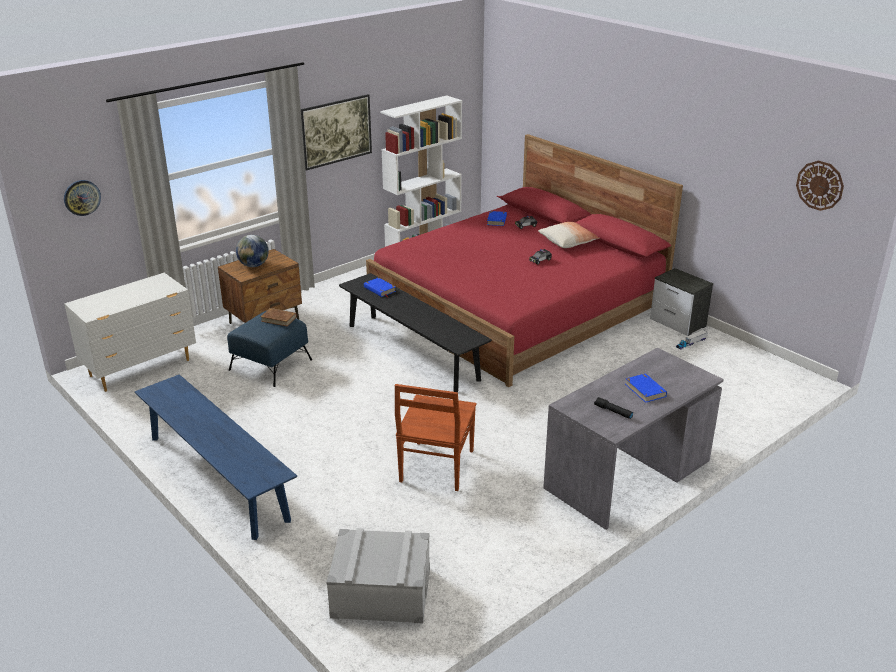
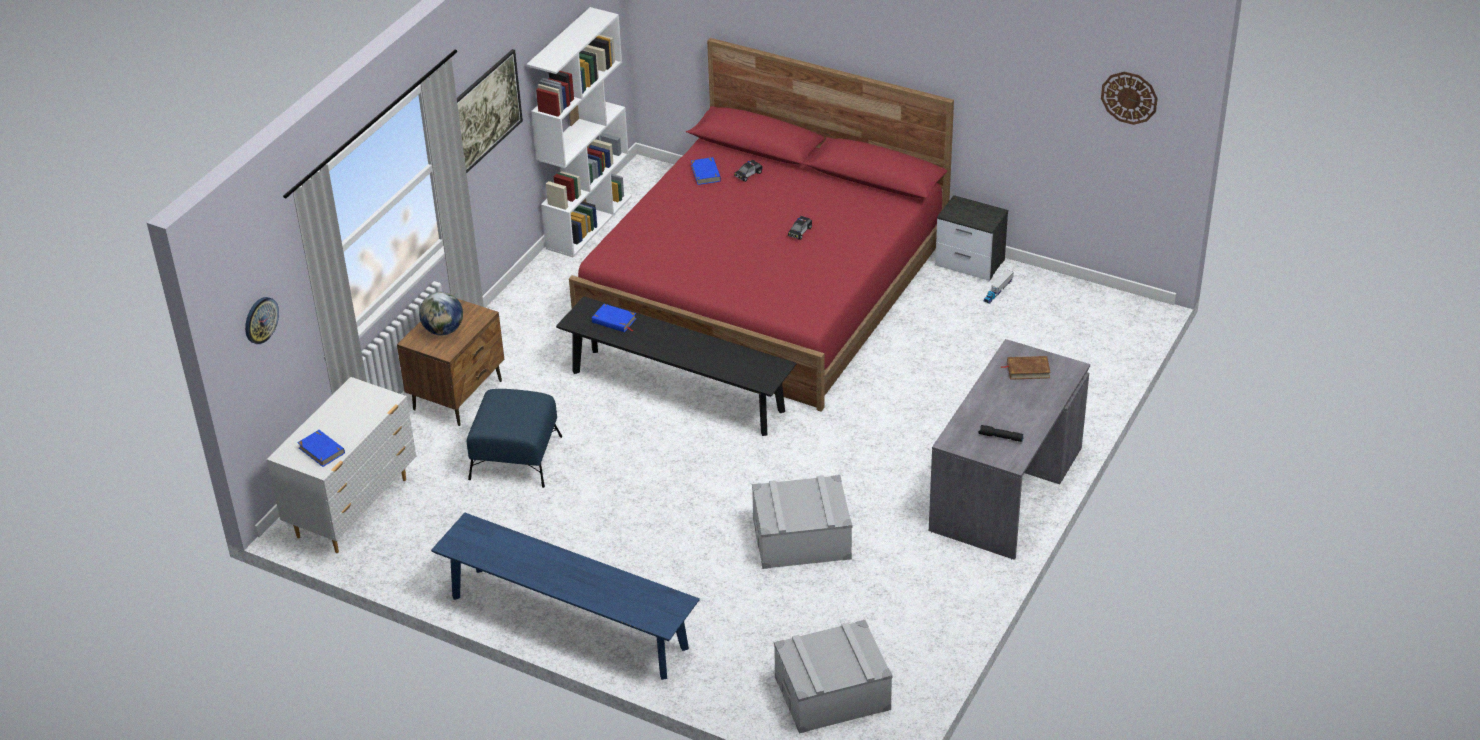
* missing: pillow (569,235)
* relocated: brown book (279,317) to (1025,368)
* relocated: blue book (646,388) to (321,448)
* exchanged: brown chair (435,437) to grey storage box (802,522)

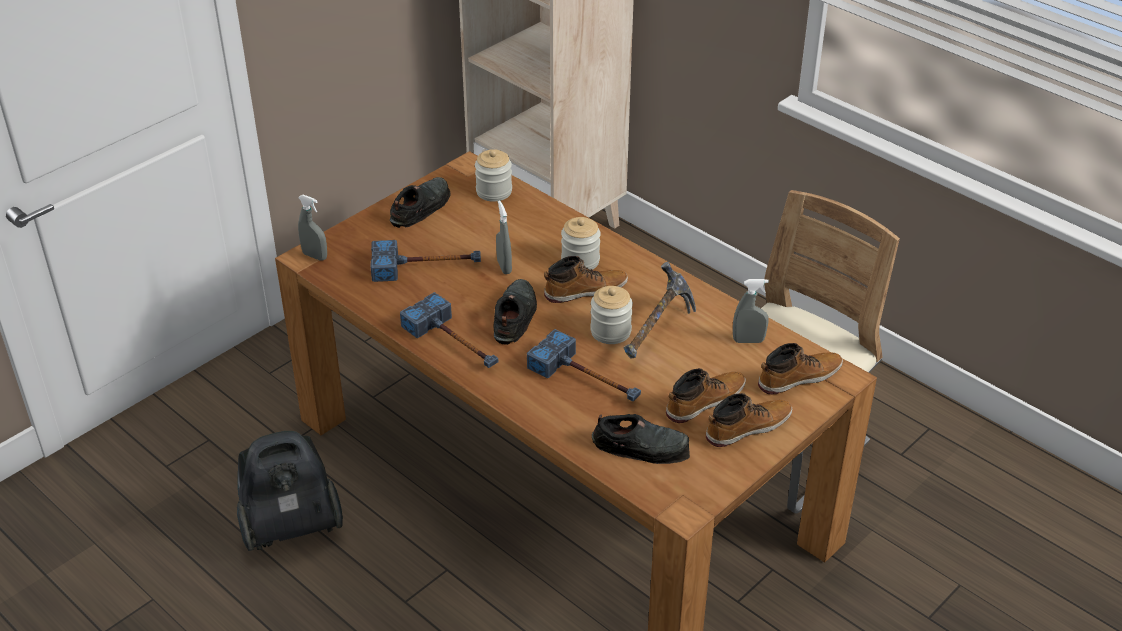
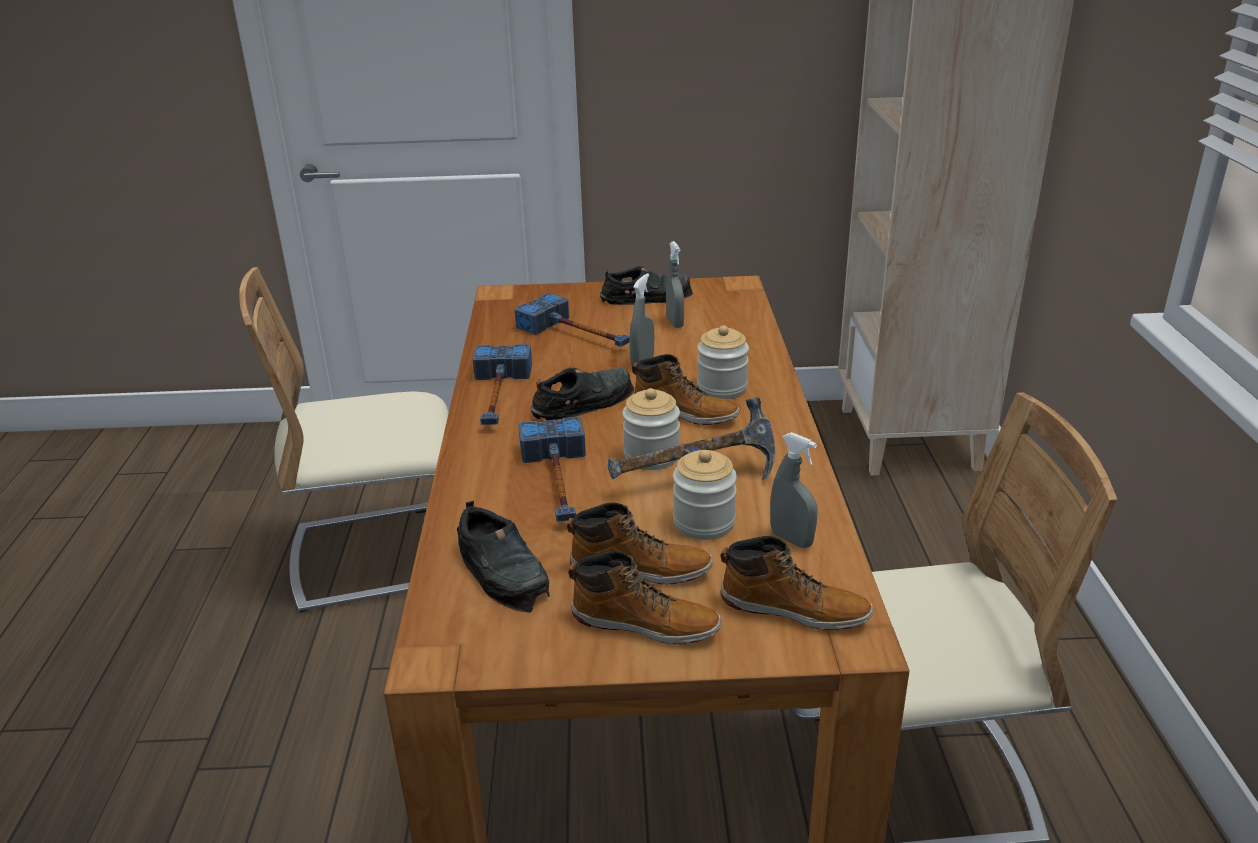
* relocated: grey spray bottle (312,227) to (675,284)
* relocated: jar (493,175) to (705,495)
* exchanged: vacuum cleaner (290,491) to beige chair (344,439)

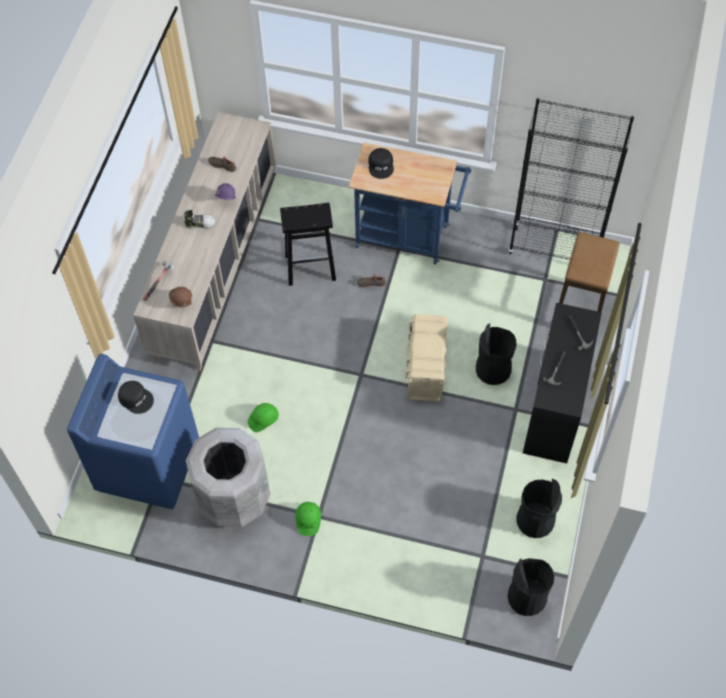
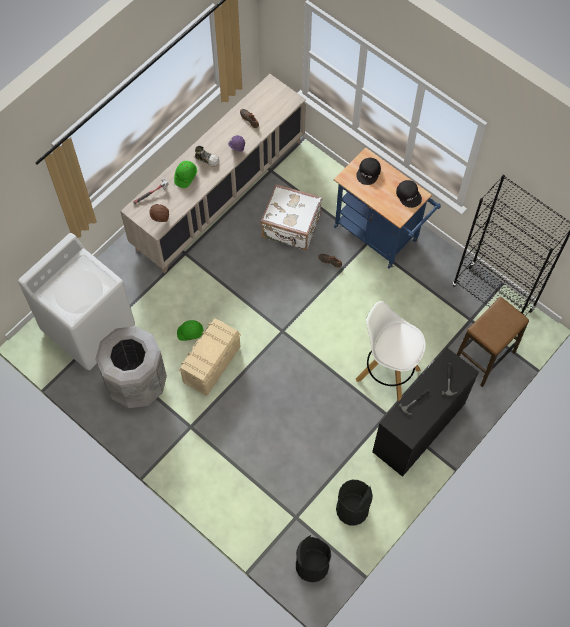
* relocated: black cap (136,397) to (409,194)
* relocated: green hard hat (308,519) to (185,174)
* relocated: beige storage box (427,358) to (210,357)
* exchanged: black stool (308,244) to white suitcase (291,217)
* exchanged: black trash can (496,354) to white stool (391,351)
* colour: blue washing machine (133,431) to white washing machine (76,301)

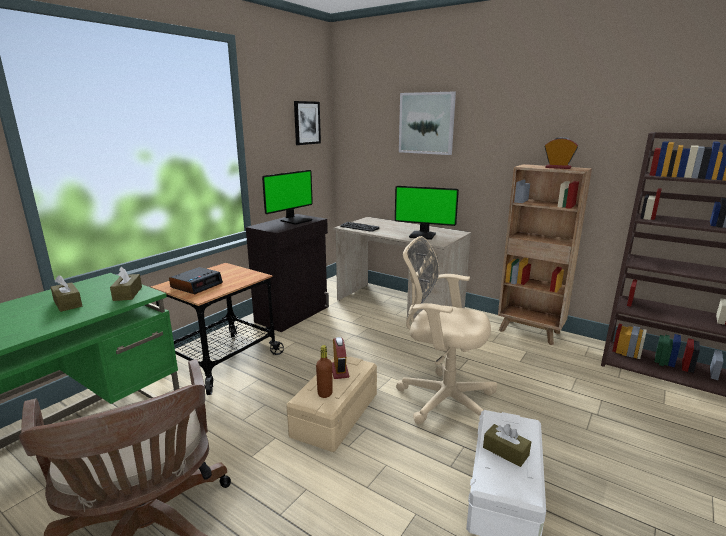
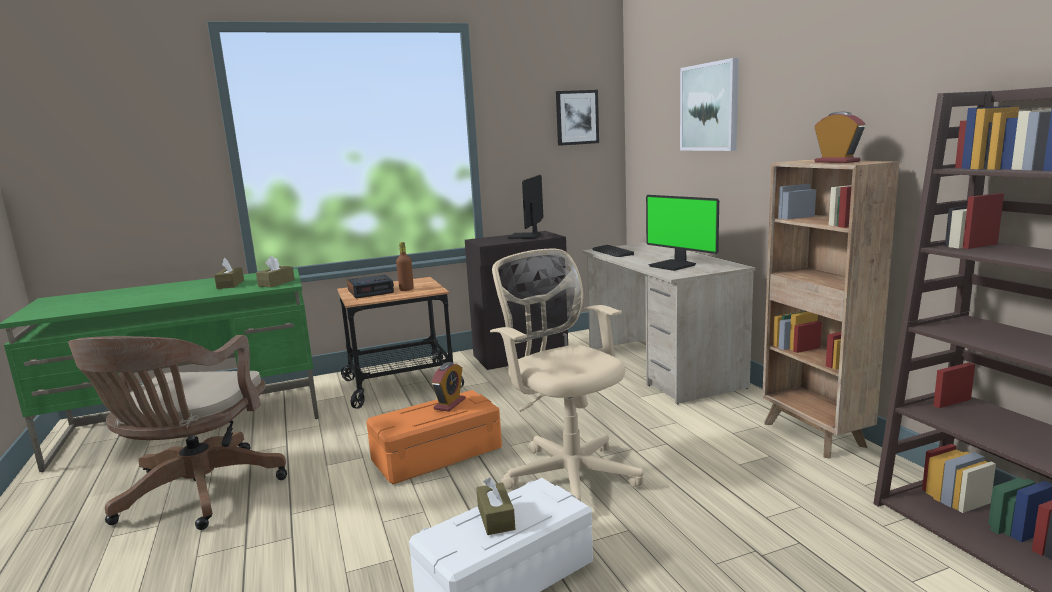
* relocated: brown bottle (324,371) to (405,266)
* colour: beige storage box (331,404) to orange storage box (434,437)
* spun: monitor (287,197) = (525,207) 120 degrees clockwise

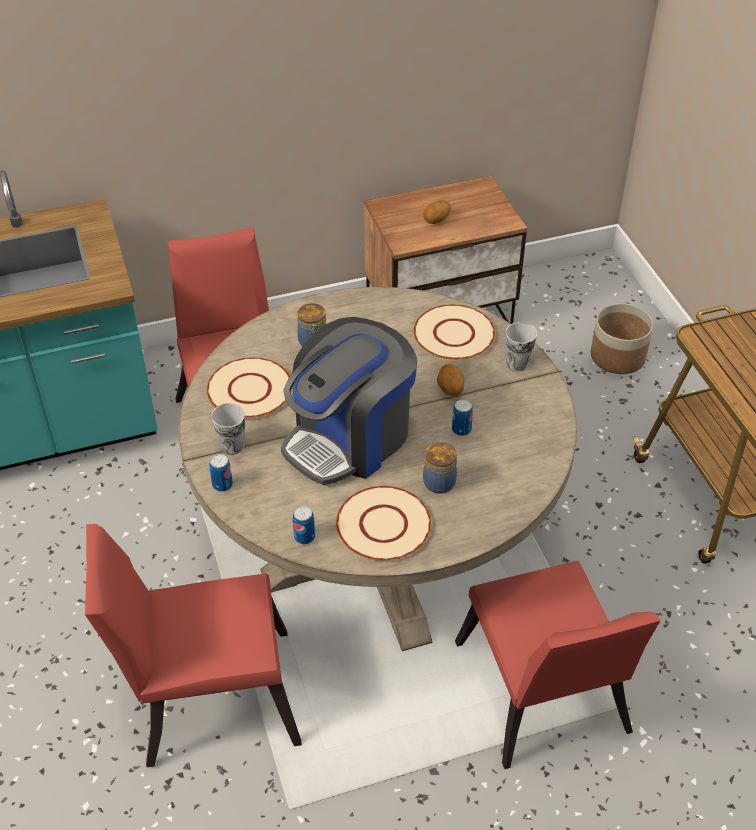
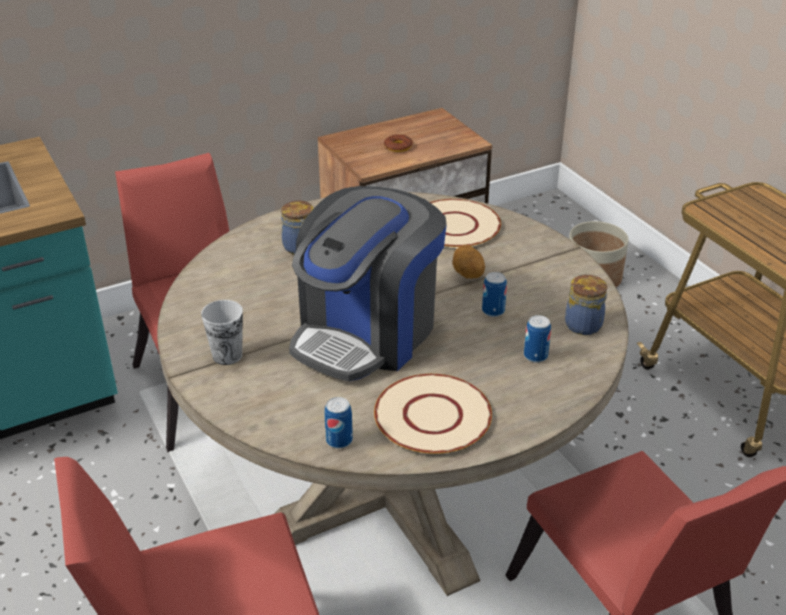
* missing: beige plate (250,387)
* missing: cup (521,347)
* relocated: can (221,473) to (537,339)
* relocated: jar (440,467) to (586,304)
* exchanged: potato (437,212) to donut (398,143)

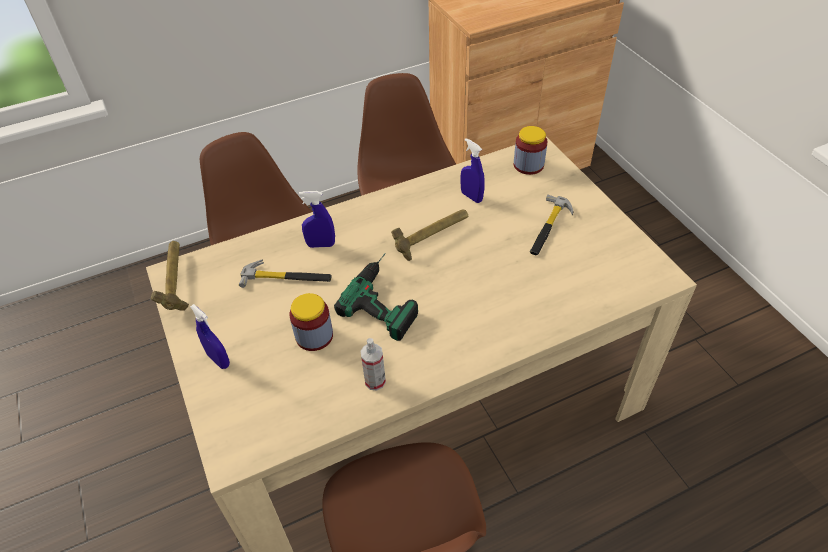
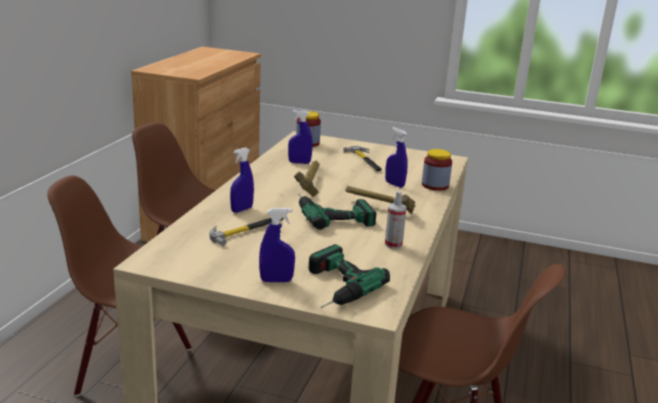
* appeared: power drill (349,276)
* appeared: blue spray bottle (396,157)
* relocated: hammer (170,276) to (380,200)
* relocated: jar (311,322) to (437,170)

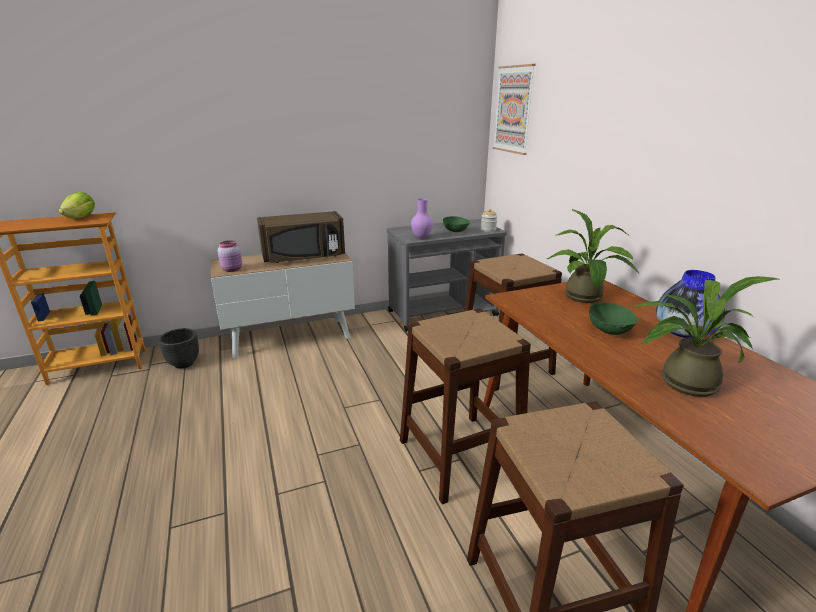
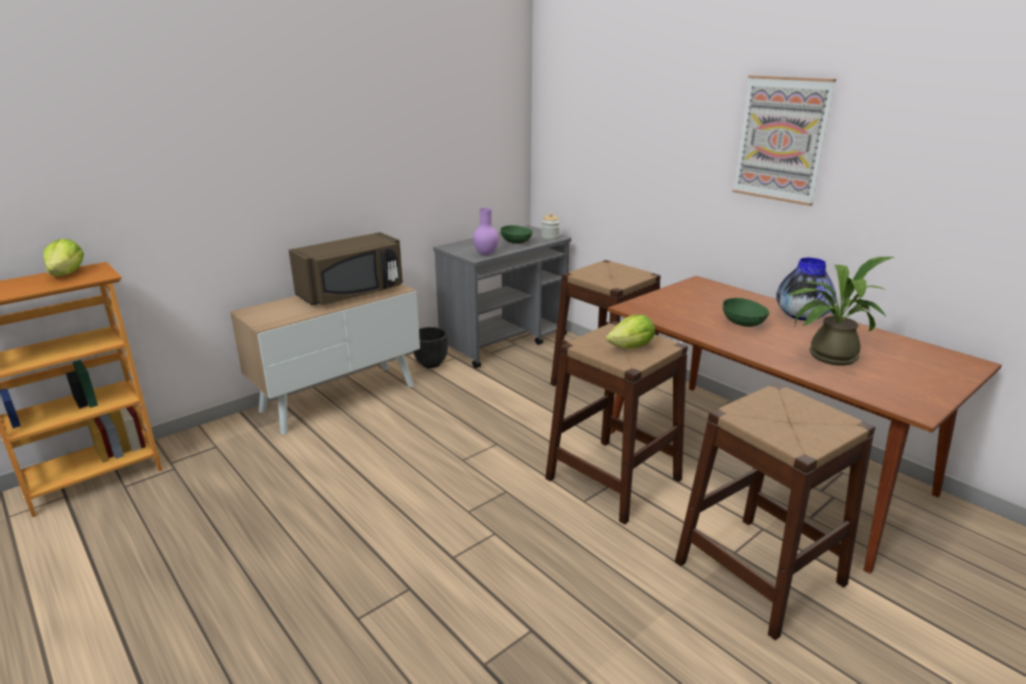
* missing: pink jar (230,256)
* missing: potted plant (593,256)
* appeared: lettuce (630,332)
* relocated: black planter (178,348) to (430,347)
* relocated: picture (514,109) to (784,140)

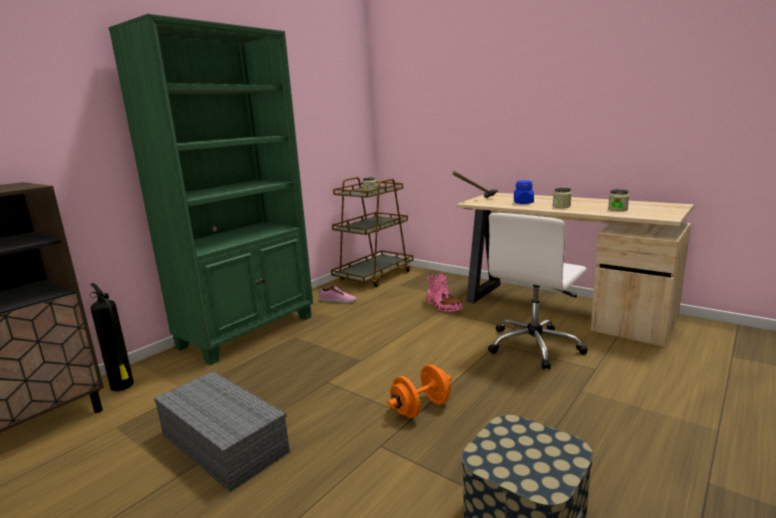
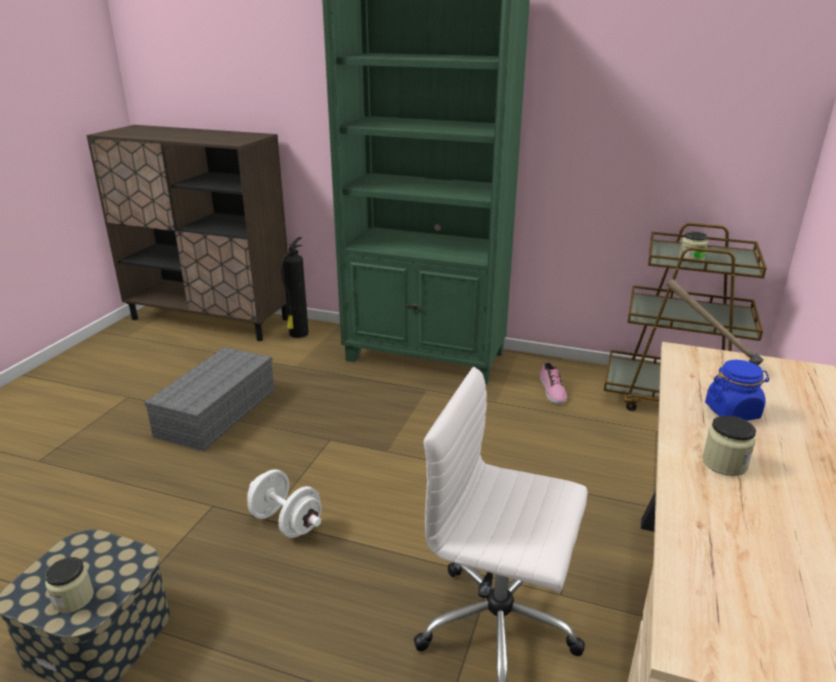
* missing: pink boot (444,292)
* relocated: jar (618,200) to (69,585)
* colour: orange dumbbell (419,391) to white dumbbell (284,503)

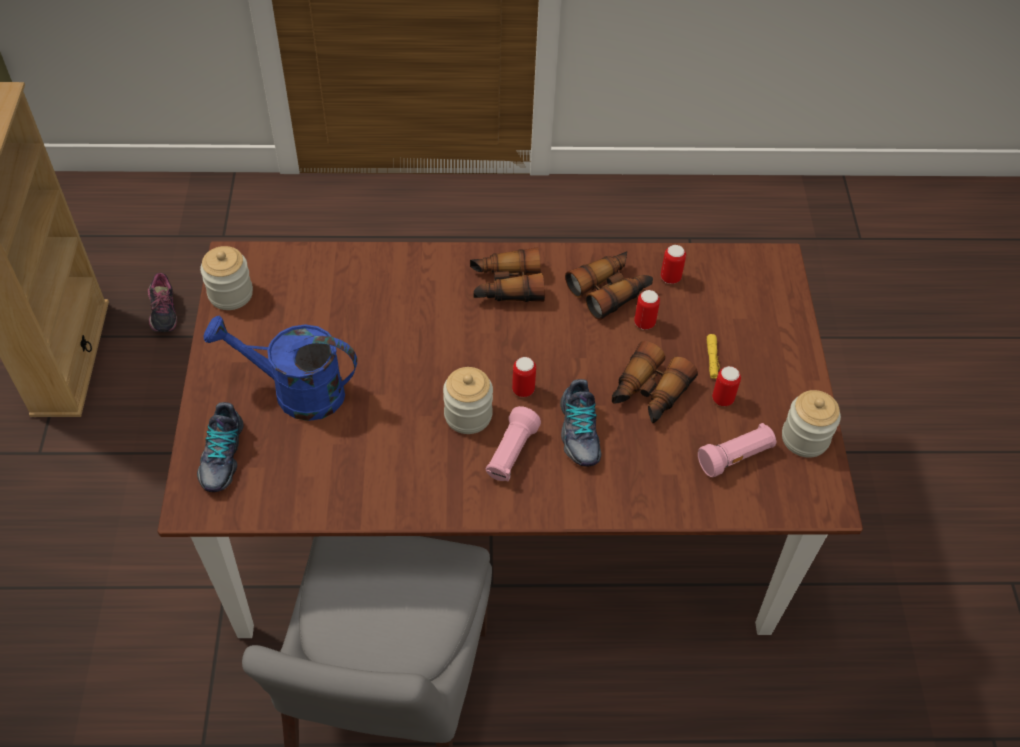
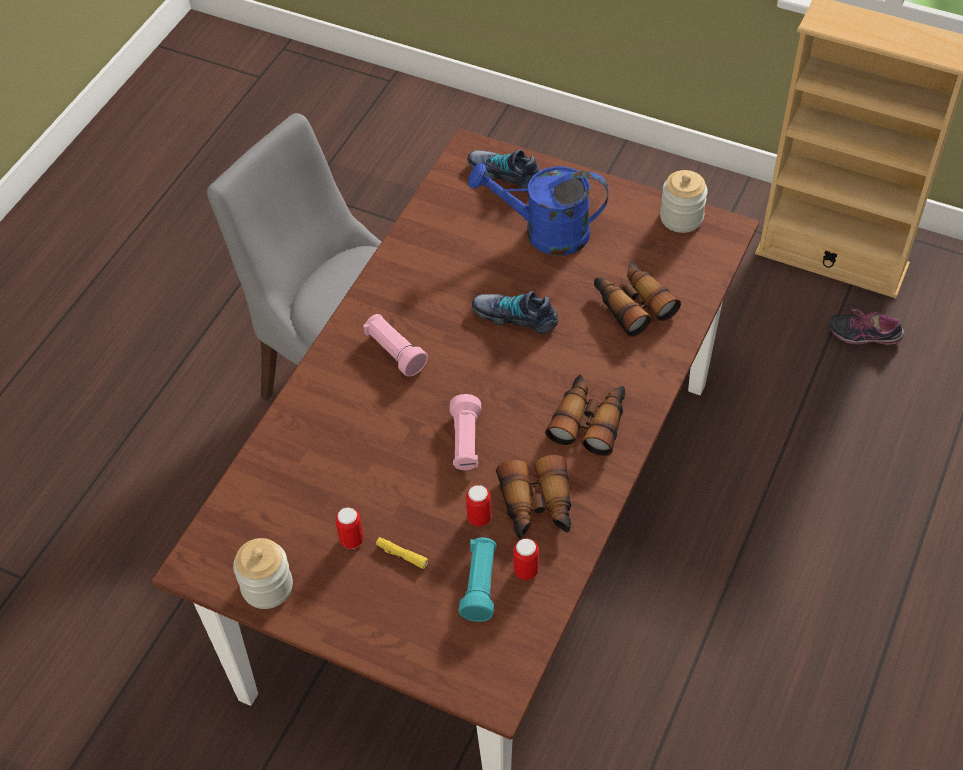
* missing: jar (468,400)
* missing: can (524,377)
* appeared: turquoise flashlight (478,579)
* relocated: shoe (581,423) to (515,312)
* relocated: binoculars (655,382) to (637,299)
* relocated: pink flashlight (737,450) to (465,432)
* spun: blue watering can (280,368) = (538,209) 120 degrees counterclockwise

